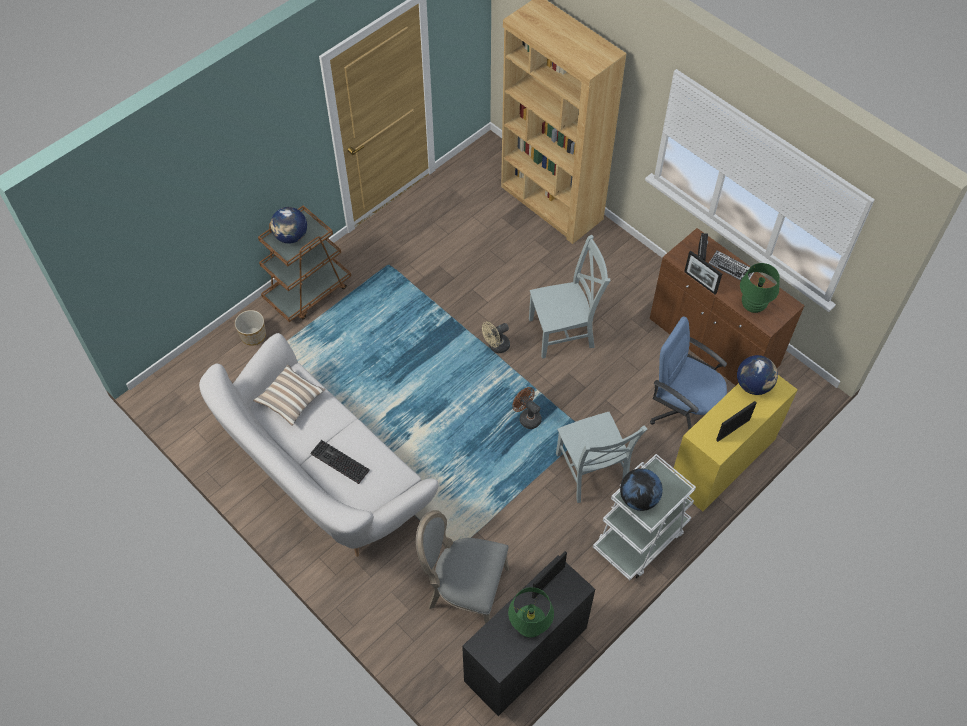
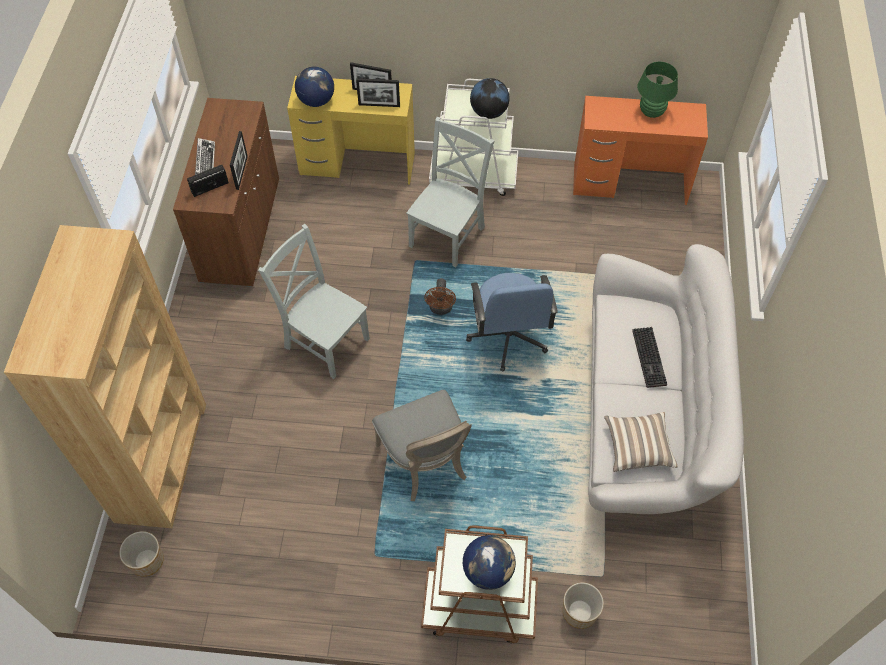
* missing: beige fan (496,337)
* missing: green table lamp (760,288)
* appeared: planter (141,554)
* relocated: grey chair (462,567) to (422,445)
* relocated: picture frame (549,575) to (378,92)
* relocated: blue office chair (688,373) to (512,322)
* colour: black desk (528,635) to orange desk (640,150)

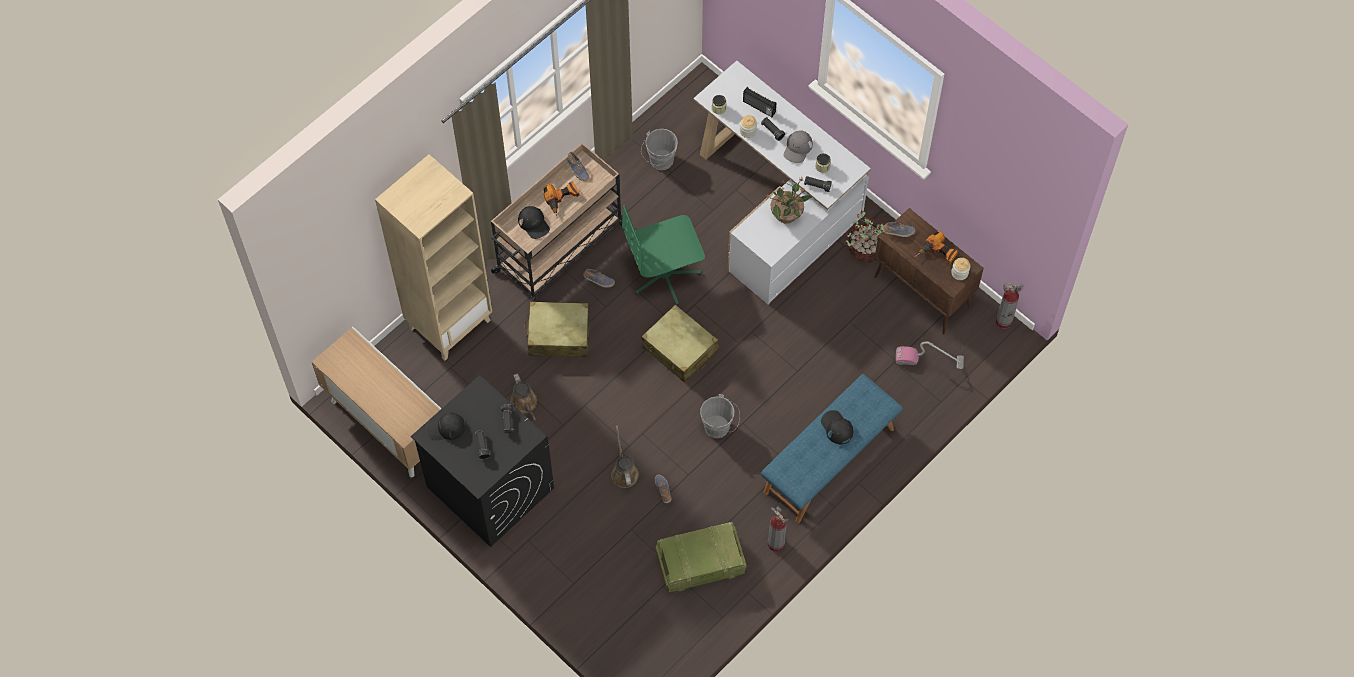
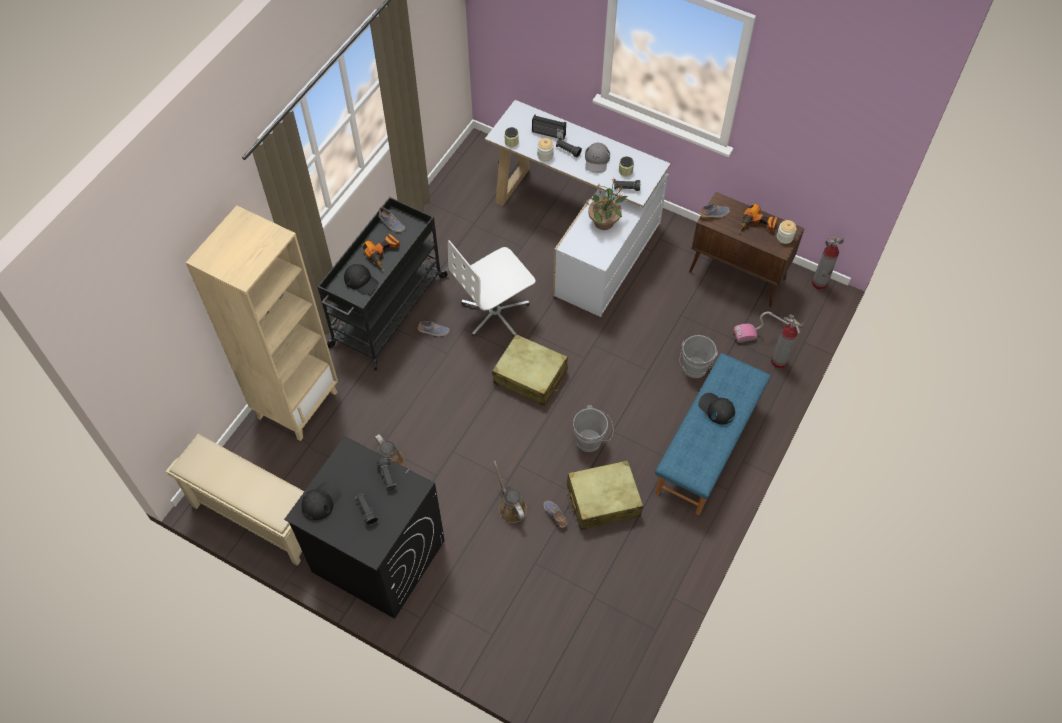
* missing: crate (701,557)
* missing: potted plant (864,237)
* relocated: beige suitcase (557,329) to (605,495)
* relocated: grey bucket (659,149) to (699,356)
* relocated: fire extinguisher (778,529) to (787,341)
* exchanged: cabinet (376,402) to beige shoe rack (235,500)
* colour: beige cart (556,222) to black cart (383,283)
* colour: green office chair (663,255) to white office chair (491,288)
* spun: black cap (446,426) = (321,500) 150 degrees clockwise

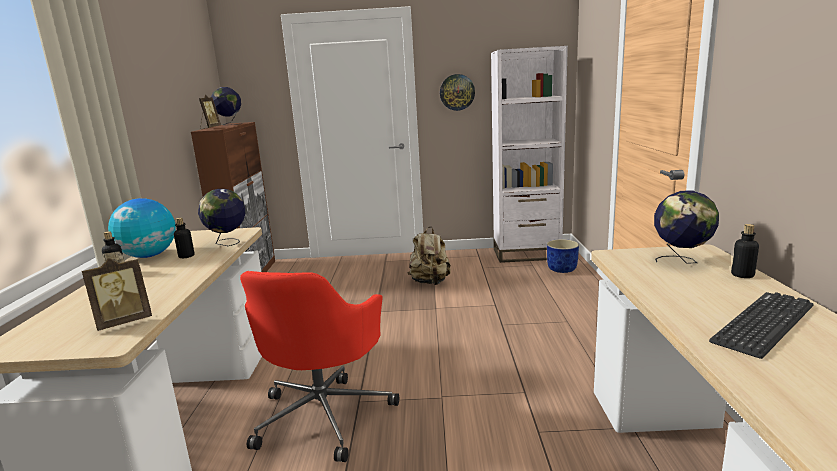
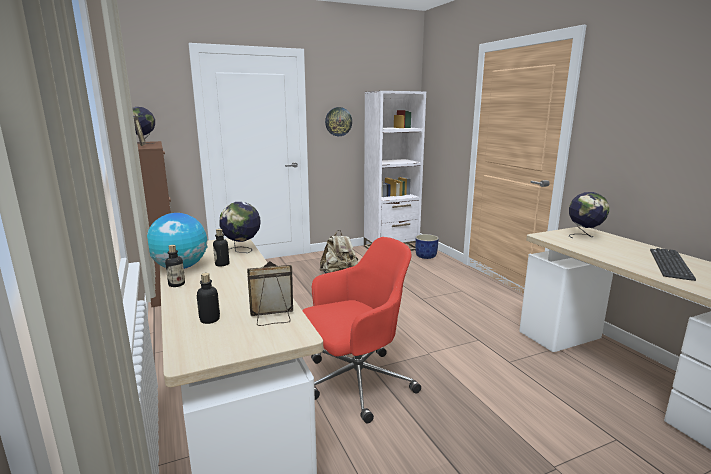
* relocated: bottle (745,251) to (208,298)
* spun: picture frame (117,294) = (270,293) 135 degrees counterclockwise
* spun: red office chair (319,366) = (361,330) 105 degrees counterclockwise

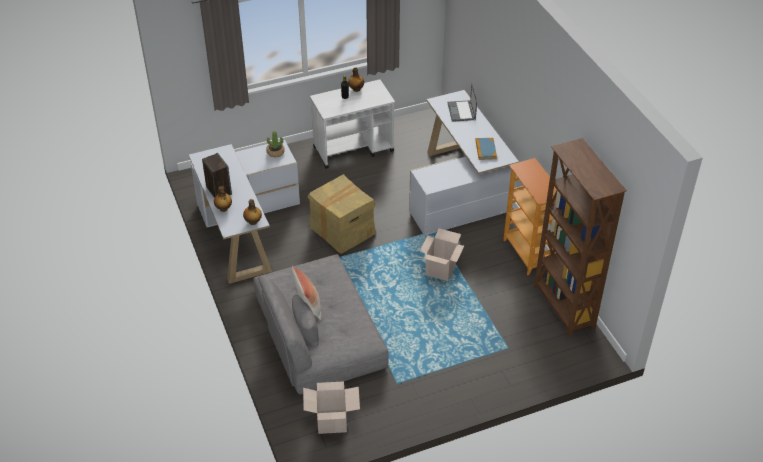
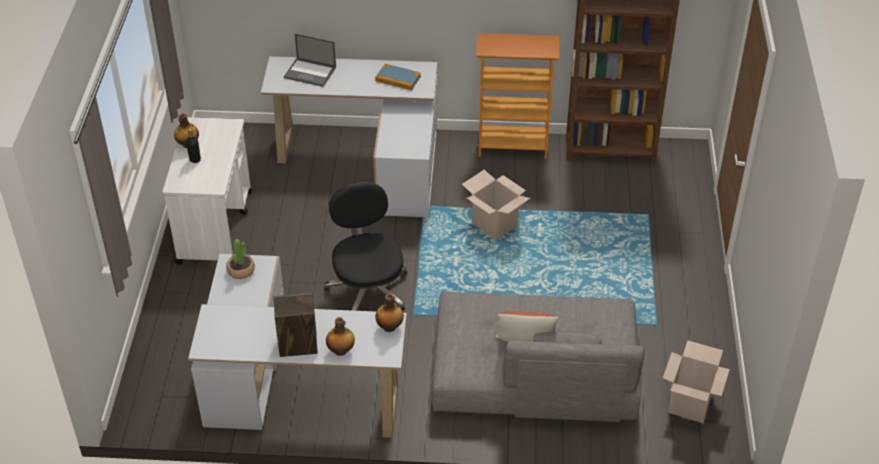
* exchanged: cardboard box (342,214) to black office chair (365,246)

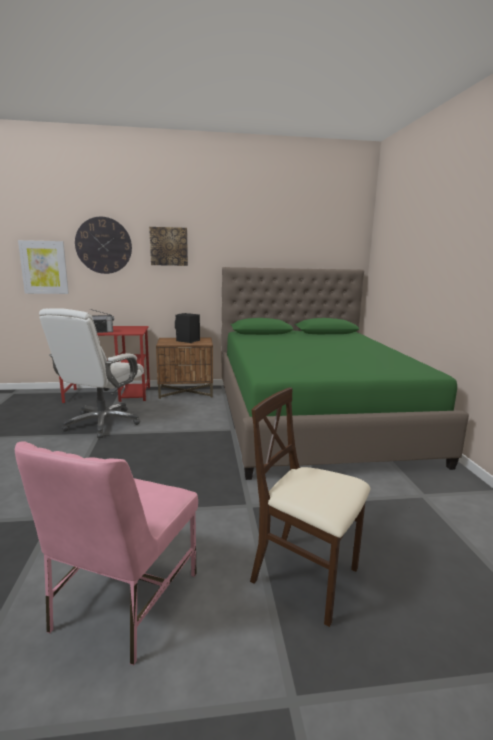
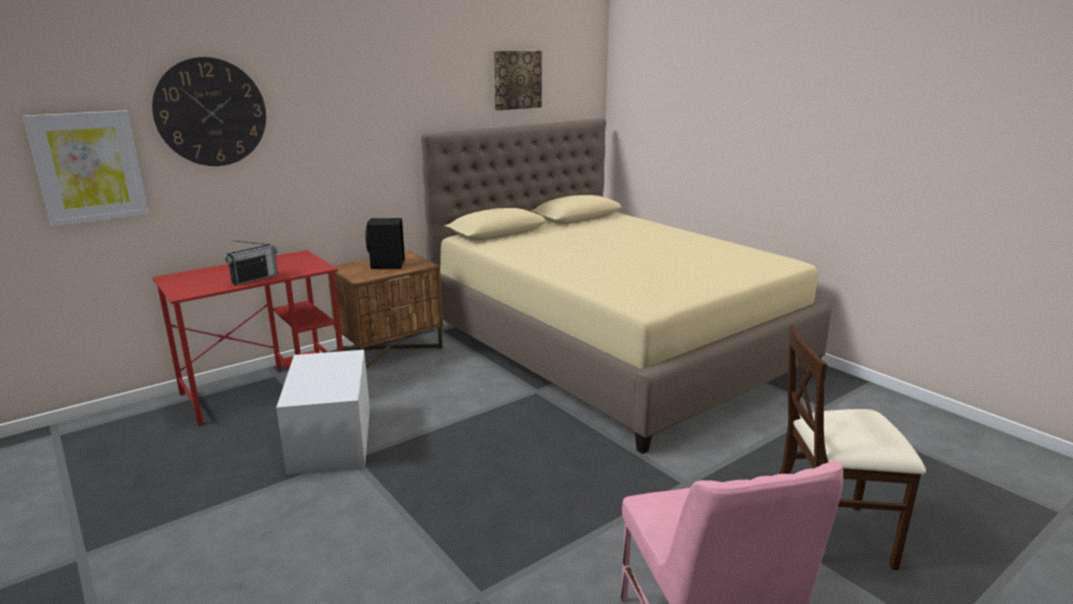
* relocated: picture (168,246) to (518,80)
* exchanged: white office chair (91,373) to white storage box (323,412)
* colour: green bed (345,373) to beige bed (626,286)

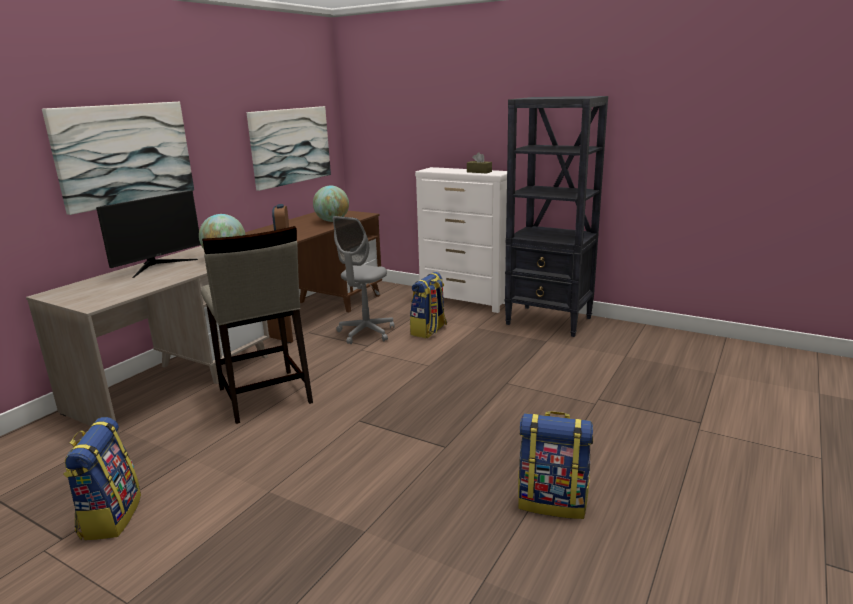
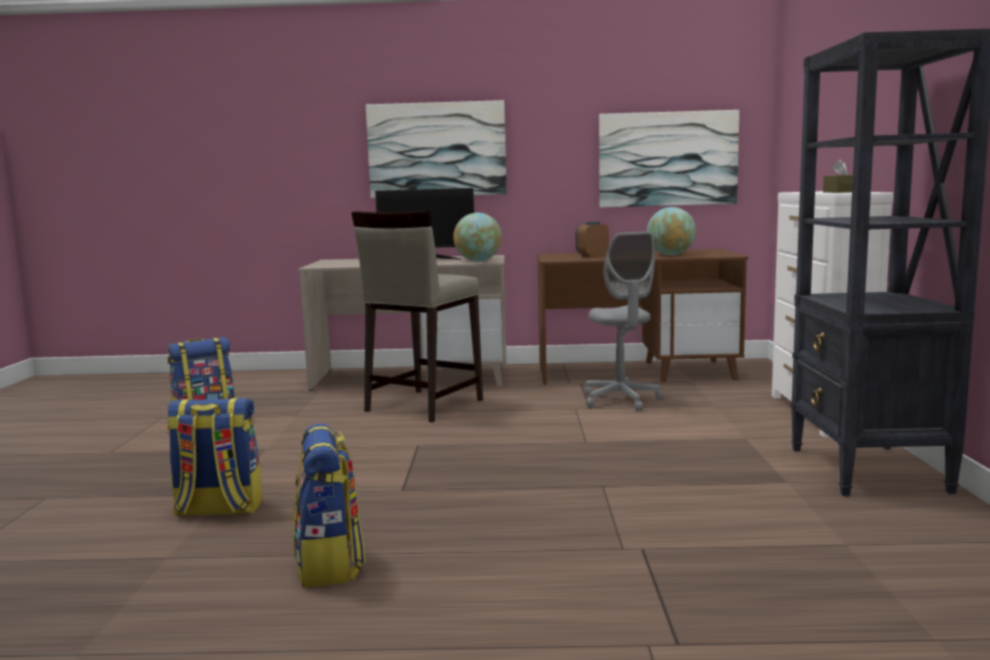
* relocated: backpack (428,305) to (214,457)
* spun: grey office chair (363,280) = (624,321) 105 degrees counterclockwise

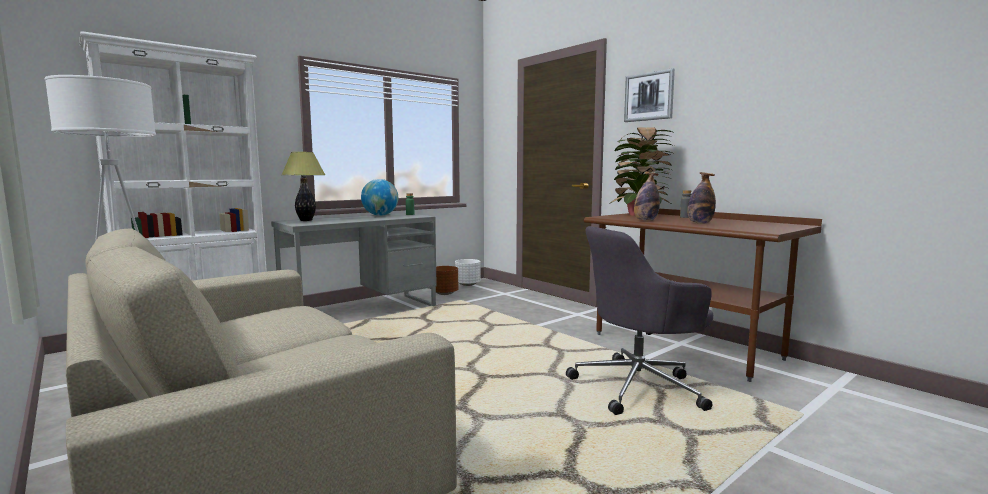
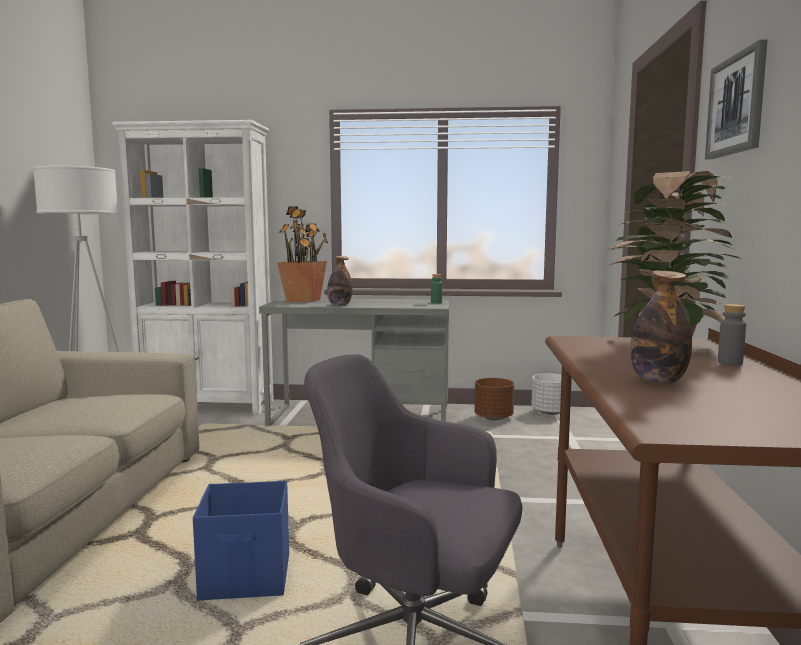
* missing: globe (379,197)
* appeared: blue storage box (241,540)
* relocated: bottle (647,196) to (339,281)
* exchanged: table lamp (303,186) to potted plant (302,254)

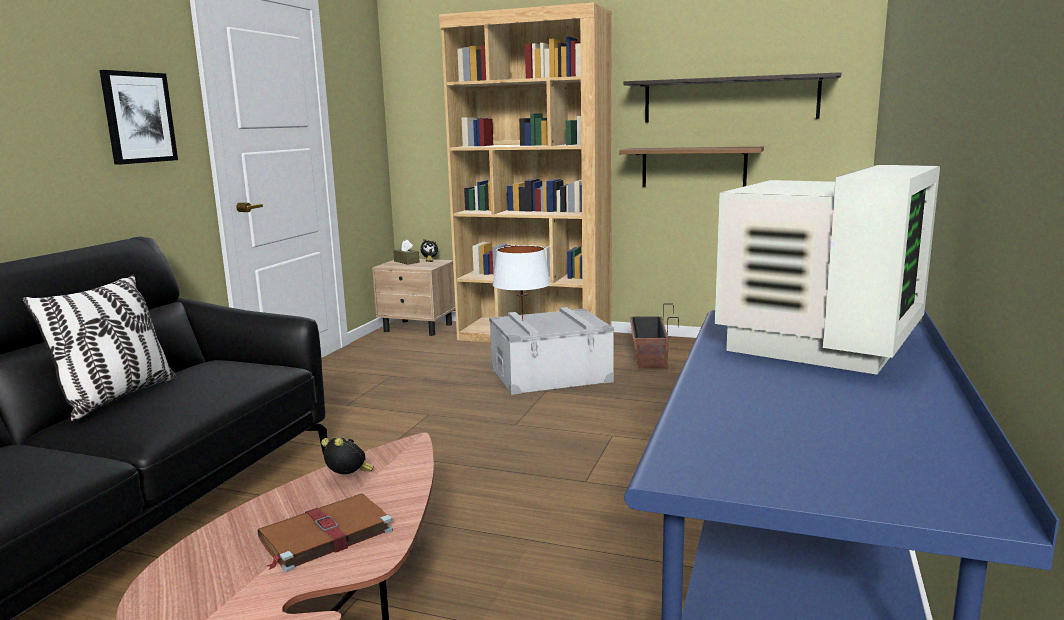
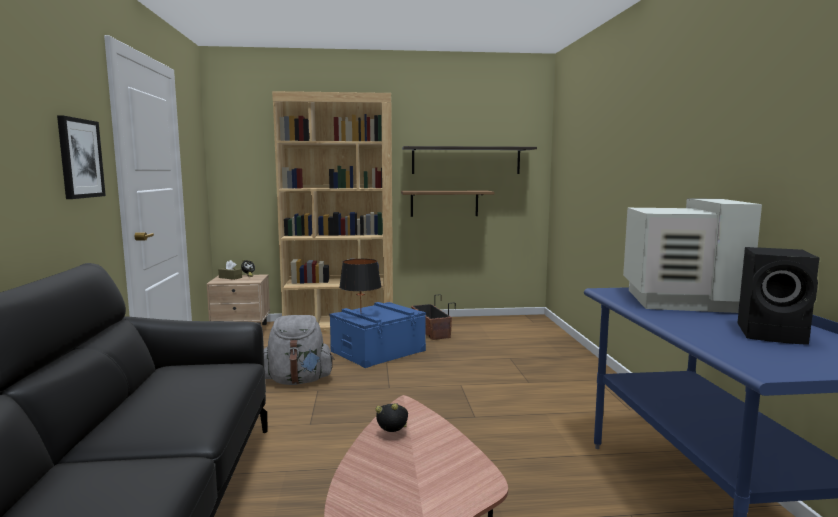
* missing: pillow (99,348)
* missing: brown book (325,533)
* appeared: grey backpack (299,350)
* appeared: black speaker (778,296)
* colour: grey storage box (551,351) to blue storage box (377,335)
* colour: white table lamp (522,283) to black table lamp (360,282)

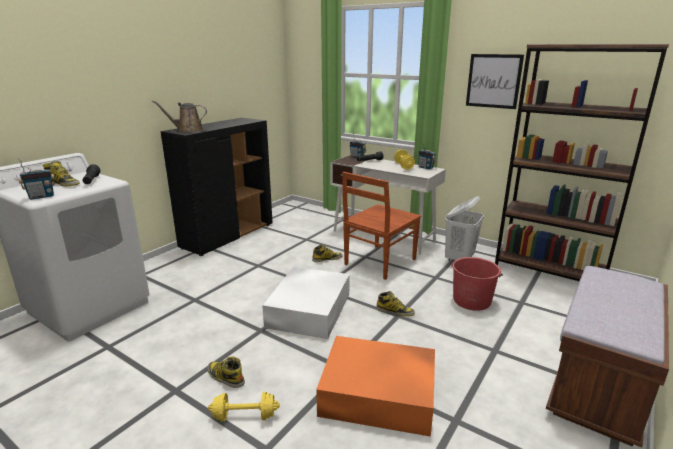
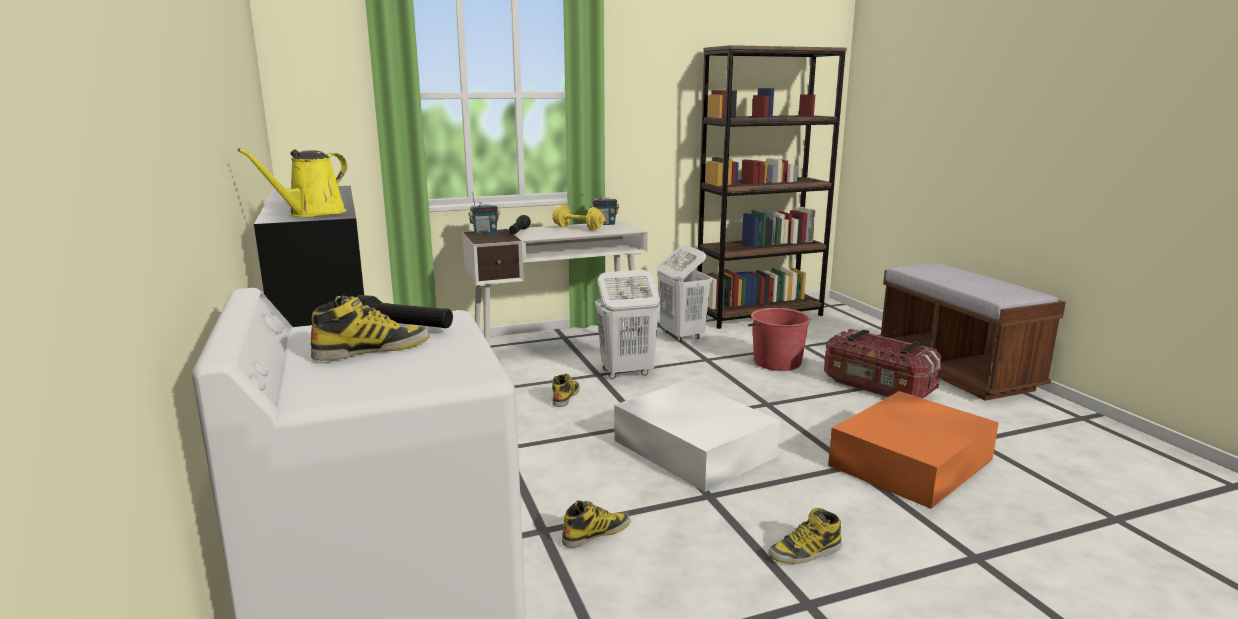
* missing: radio (36,179)
* missing: yellow dumbbell (244,407)
* missing: picture (495,81)
* appeared: storage box (883,363)
* relocated: boot (395,303) to (596,524)
* exchanged: brown chair (381,226) to white laundry basket (628,324)
* colour: brown watering can (179,116) to yellow watering can (292,182)

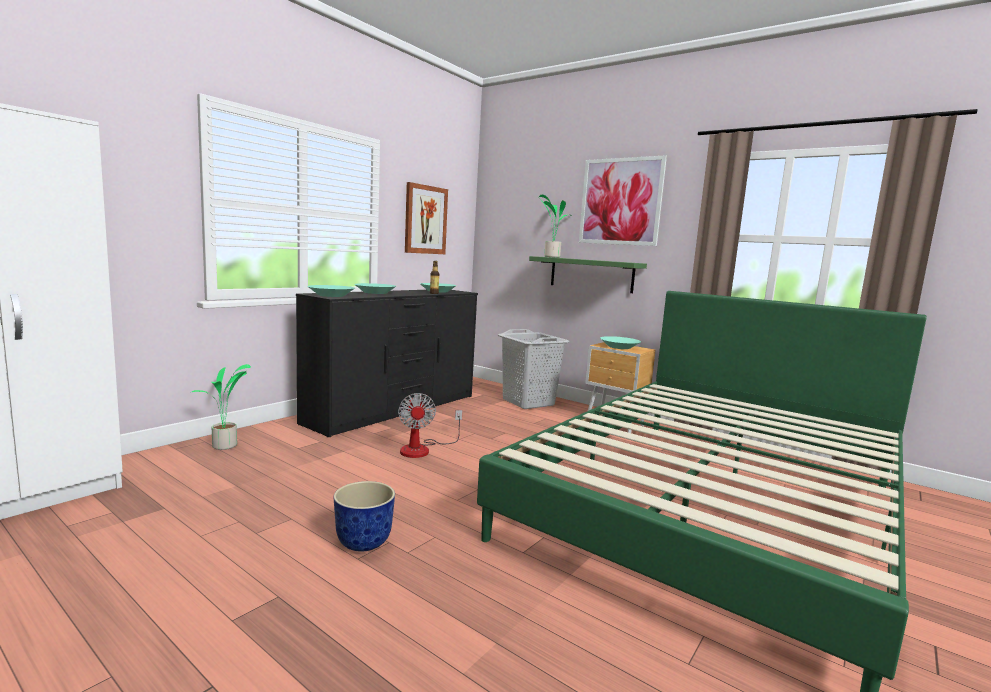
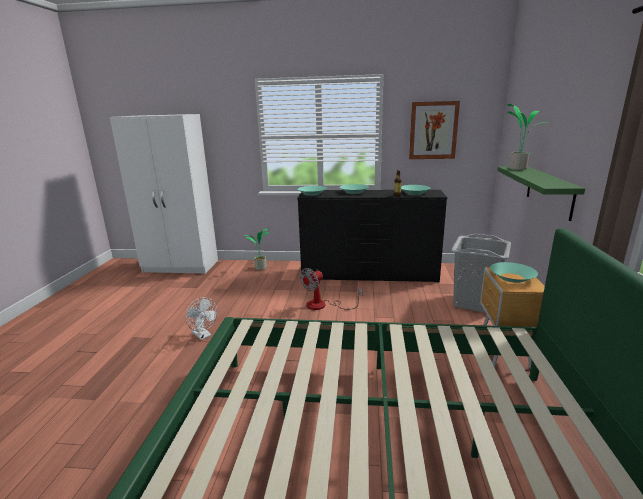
* missing: picture (623,200)
* exchanged: planter (364,516) to white fan (201,318)

